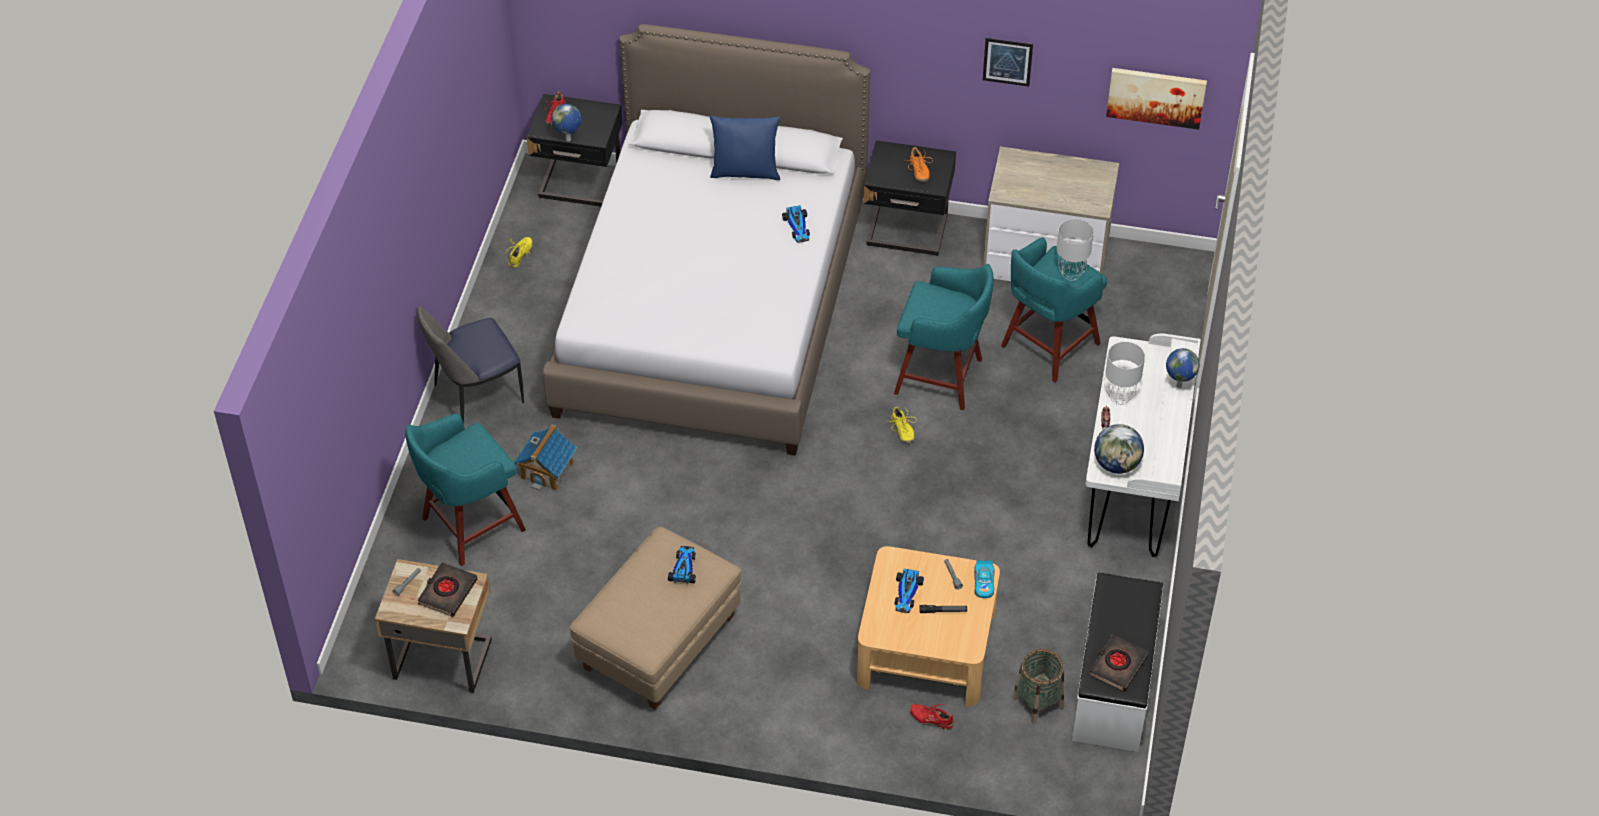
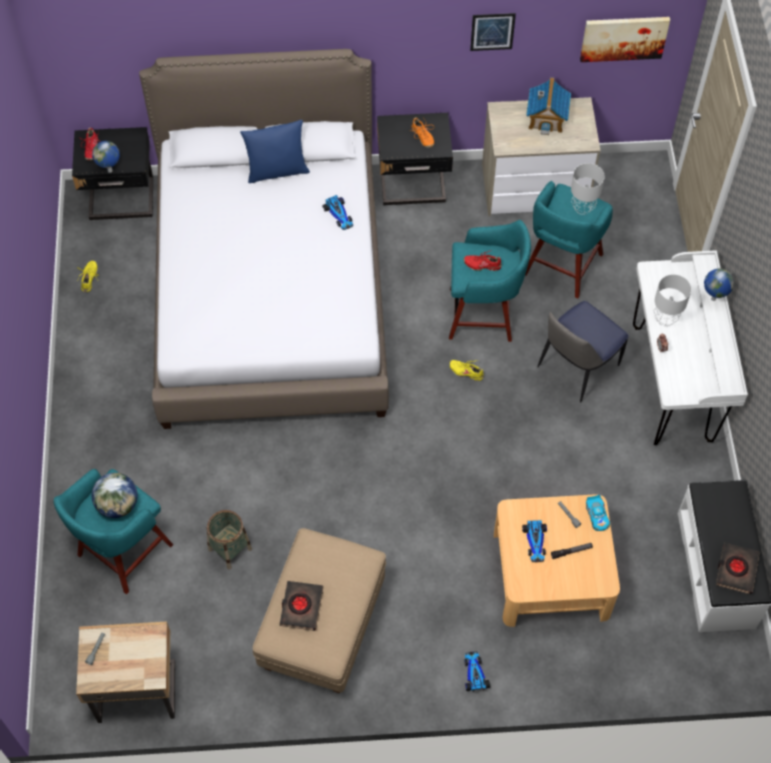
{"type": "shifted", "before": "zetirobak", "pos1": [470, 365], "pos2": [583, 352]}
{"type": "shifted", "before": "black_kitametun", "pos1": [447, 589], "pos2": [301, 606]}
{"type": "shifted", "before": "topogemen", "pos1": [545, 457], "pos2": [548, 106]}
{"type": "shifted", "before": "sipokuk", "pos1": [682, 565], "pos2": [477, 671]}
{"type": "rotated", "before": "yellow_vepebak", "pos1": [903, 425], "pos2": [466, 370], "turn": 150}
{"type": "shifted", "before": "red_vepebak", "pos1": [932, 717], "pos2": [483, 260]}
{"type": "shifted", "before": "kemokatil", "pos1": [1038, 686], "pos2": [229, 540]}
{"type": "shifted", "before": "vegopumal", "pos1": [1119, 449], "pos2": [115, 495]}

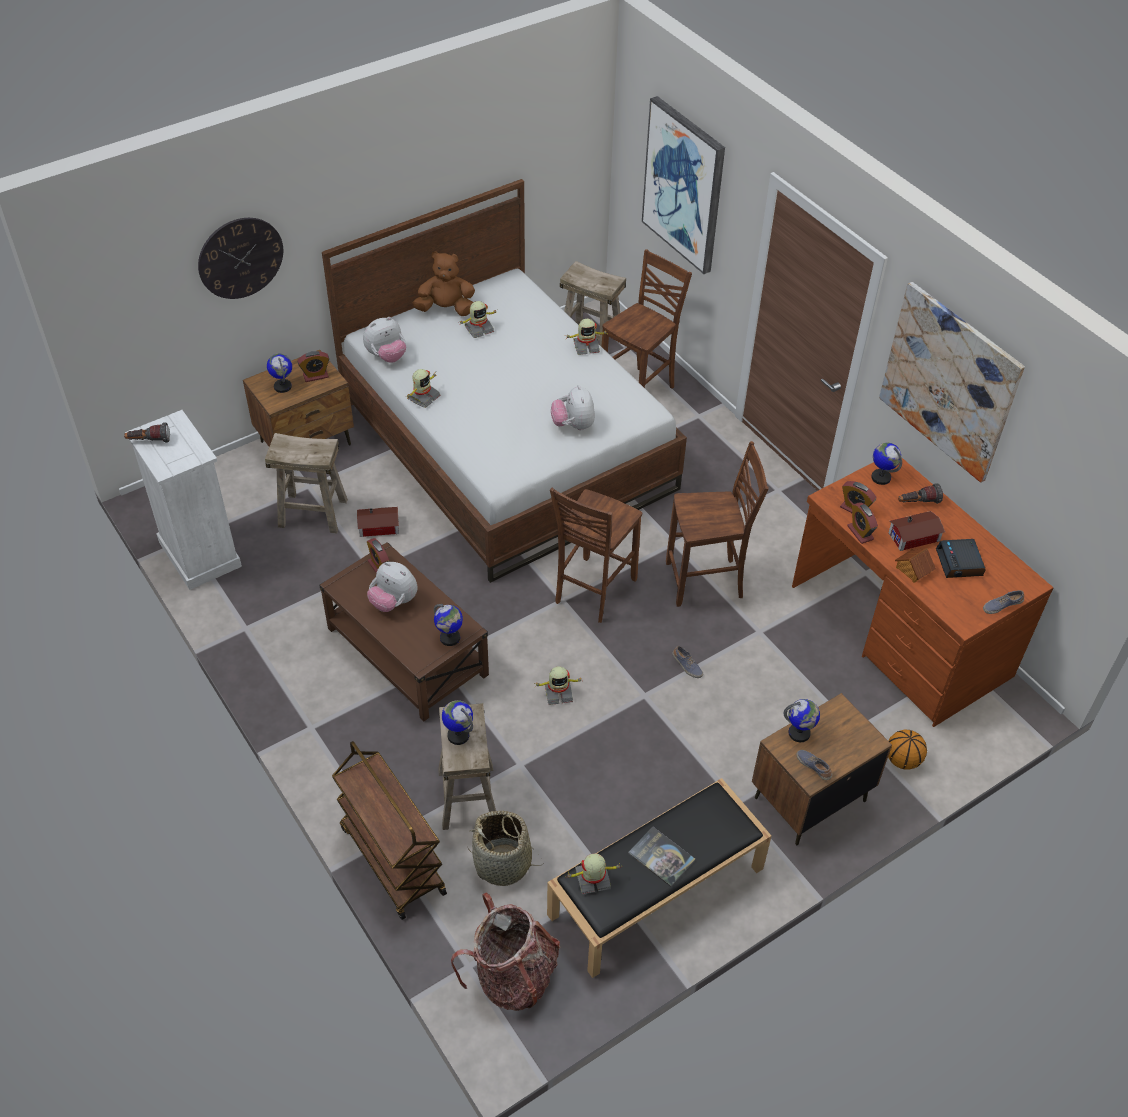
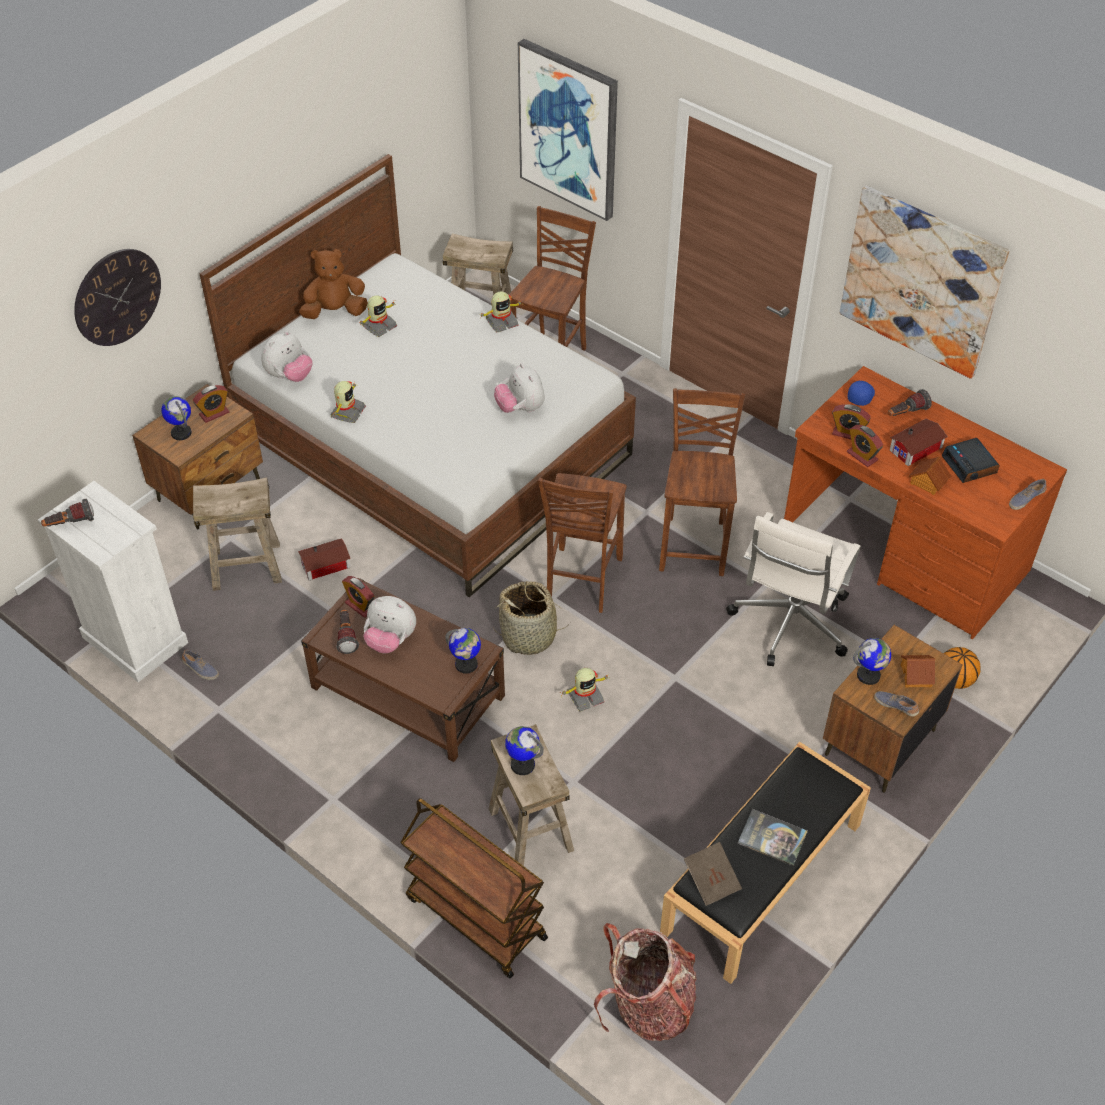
{"type": "shifted", "before": "kemokatil", "pos1": [504, 848], "pos2": [532, 618]}
{"type": "swapped", "before": "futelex", "after": "brown_kitametun", "pos1": [594, 874], "pos2": [713, 874]}
{"type": "rotated", "before": "brown_zetirobak", "pos1": [717, 524], "pos2": [702, 482], "turn": -60}
{"type": "shifted", "before": "vepebak", "pos1": [687, 662], "pos2": [200, 664]}
{"type": "swapped", "before": "vegopumal", "after": "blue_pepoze", "pos1": [886, 464], "pos2": [861, 393]}
{"type": "new", "after": "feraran", "pos2": [347, 631]}
{"type": "new", "after": "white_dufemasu", "pos2": [793, 589]}
{"type": "new", "after": "topogemen", "pos2": [918, 671]}

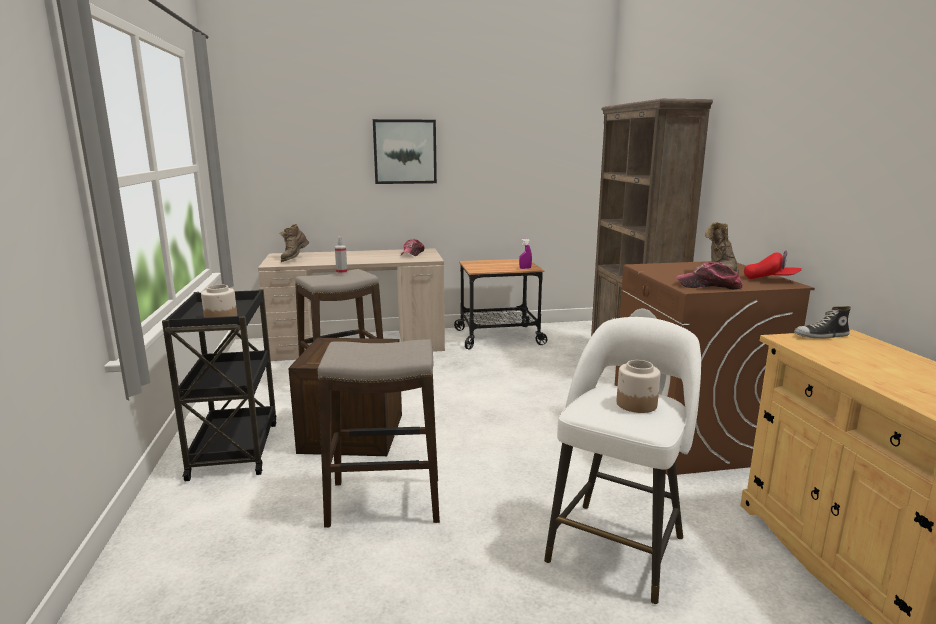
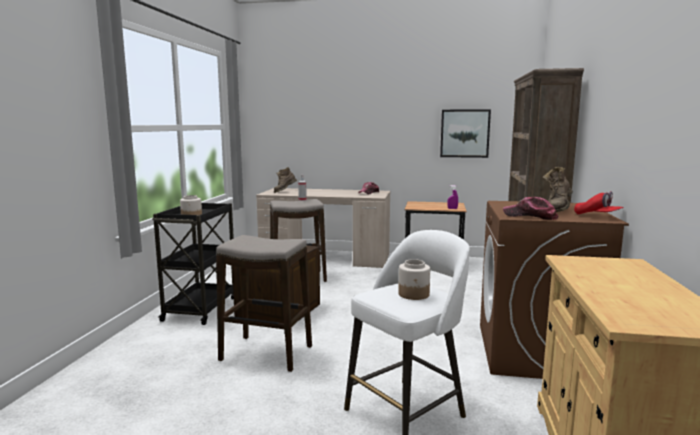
{"type": "shifted", "before": "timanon", "pos1": [405, 151], "pos2": [465, 133]}
{"type": "gone", "before": "vepebak", "pos1": [822, 322]}

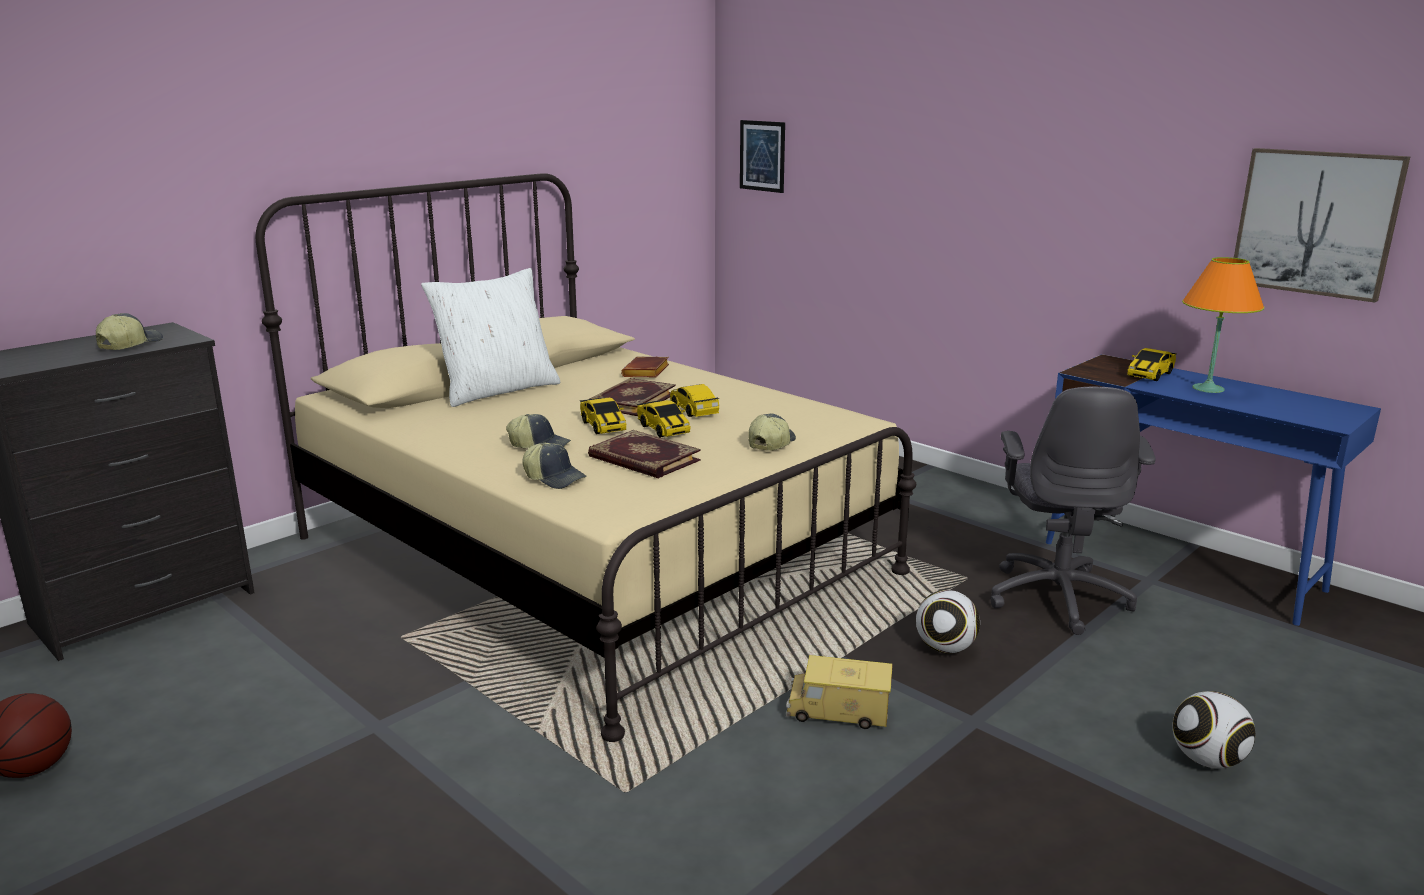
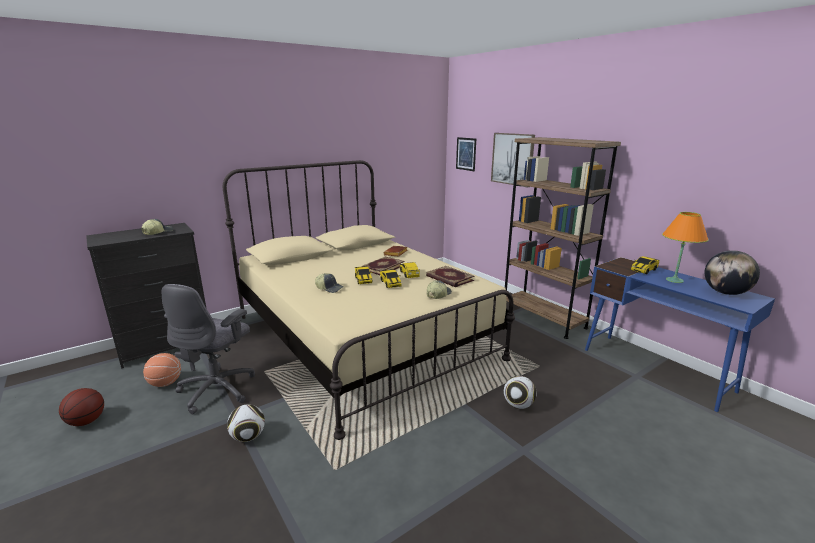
{"type": "gone", "before": "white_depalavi", "pos1": [490, 337]}
{"type": "gone", "before": "pepoze", "pos1": [554, 466]}
{"type": "shifted", "before": "kitametun", "pos1": [644, 454], "pos2": [450, 276]}
{"type": "gone", "before": "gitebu", "pos1": [839, 692]}
{"type": "shifted", "before": "grey_dufemasu", "pos1": [1073, 510], "pos2": [208, 349]}
{"type": "shifted", "before": "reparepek", "pos1": [1214, 730], "pos2": [246, 423]}
{"type": "shifted", "before": "timanon", "pos1": [1322, 225], "pos2": [513, 160]}
{"type": "new", "after": "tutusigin", "pos2": [162, 370]}
{"type": "new", "after": "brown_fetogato", "pos2": [563, 238]}
{"type": "new", "after": "vegopumal", "pos2": [732, 272]}

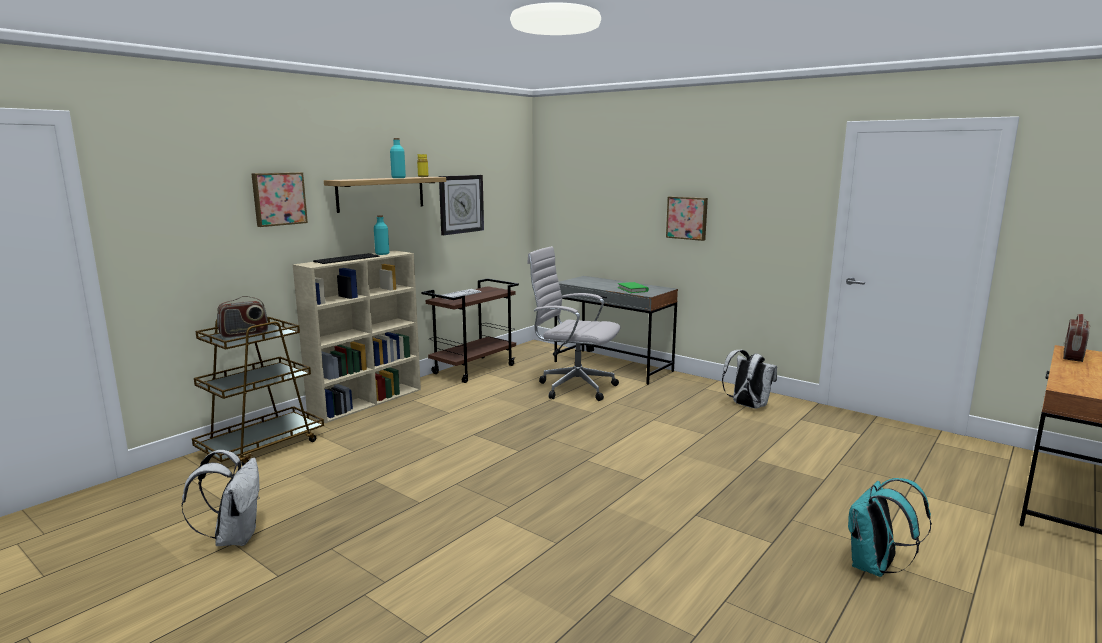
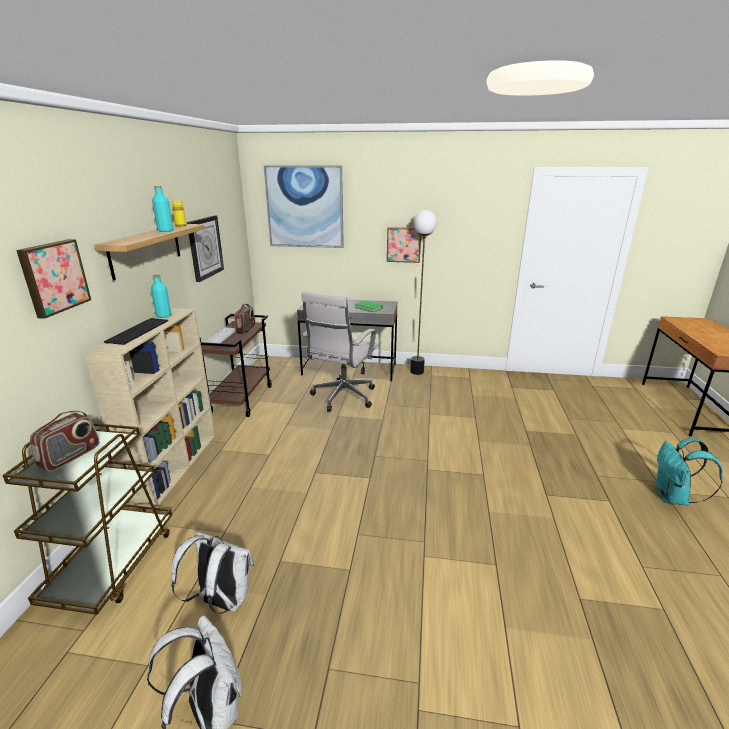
{"type": "rotated", "before": "white_dufemasu", "pos1": [574, 323], "pos2": [340, 351], "turn": -60}
{"type": "shifted", "before": "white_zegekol", "pos1": [749, 379], "pos2": [212, 573]}
{"type": "shifted", "before": "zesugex", "pos1": [1076, 338], "pos2": [244, 319]}
{"type": "new", "after": "timanon", "pos2": [304, 206]}
{"type": "new", "after": "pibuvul", "pos2": [423, 292]}

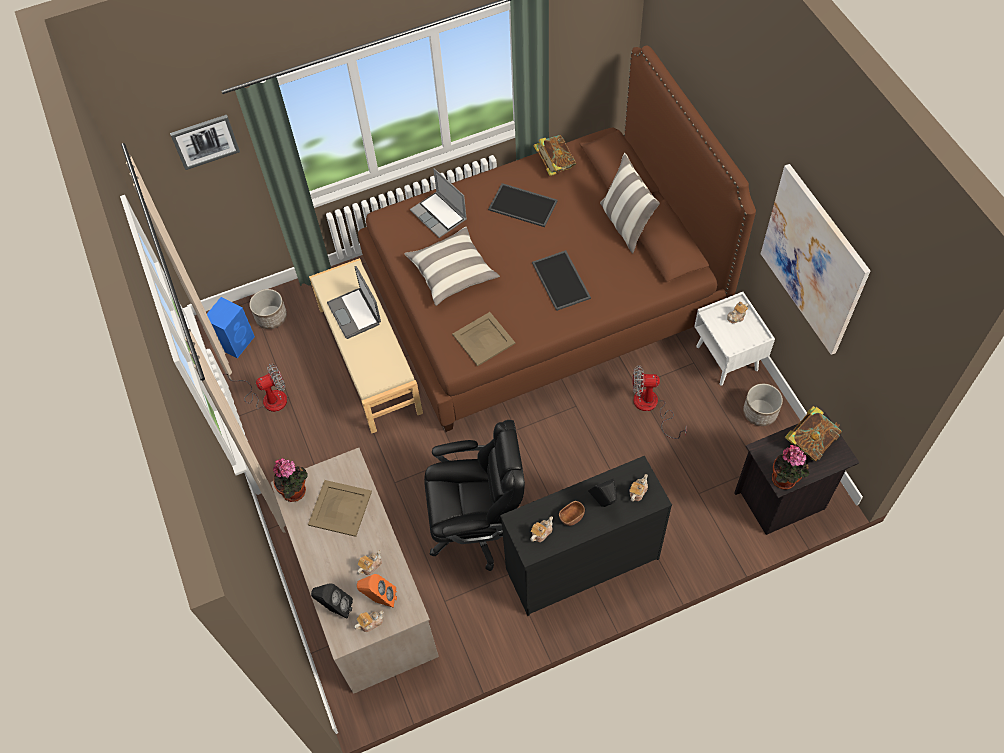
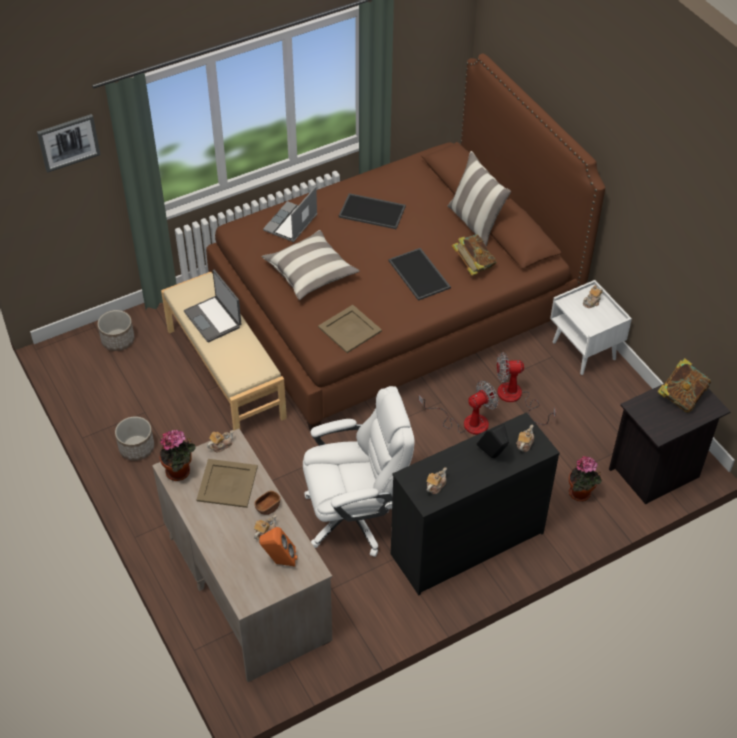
{"type": "gone", "before": "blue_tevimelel", "pos1": [231, 327]}
{"type": "shifted", "before": "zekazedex", "pos1": [255, 387], "pos2": [459, 407]}
{"type": "gone", "before": "black_tevimelel", "pos1": [332, 601]}
{"type": "shifted", "before": "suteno", "pos1": [369, 621], "pos2": [220, 441]}
{"type": "rotated", "before": "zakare", "pos1": [438, 203], "pos2": [290, 214], "turn": 75}
{"type": "repainted", "before": "black_dufemasu", "after": "white_dufemasu", "pos1": [474, 495], "pos2": [359, 471]}
{"type": "shifted", "before": "kitametun", "pos1": [554, 155], "pos2": [474, 255]}
{"type": "shifted", "before": "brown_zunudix", "pos1": [572, 513], "pos2": [267, 503]}
{"type": "shifted", "before": "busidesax", "pos1": [763, 405], "pos2": [134, 438]}
{"type": "gone", "before": "timanon", "pos1": [815, 259]}
{"type": "shifted", "before": "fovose", "pos1": [791, 467], "pos2": [585, 478]}

